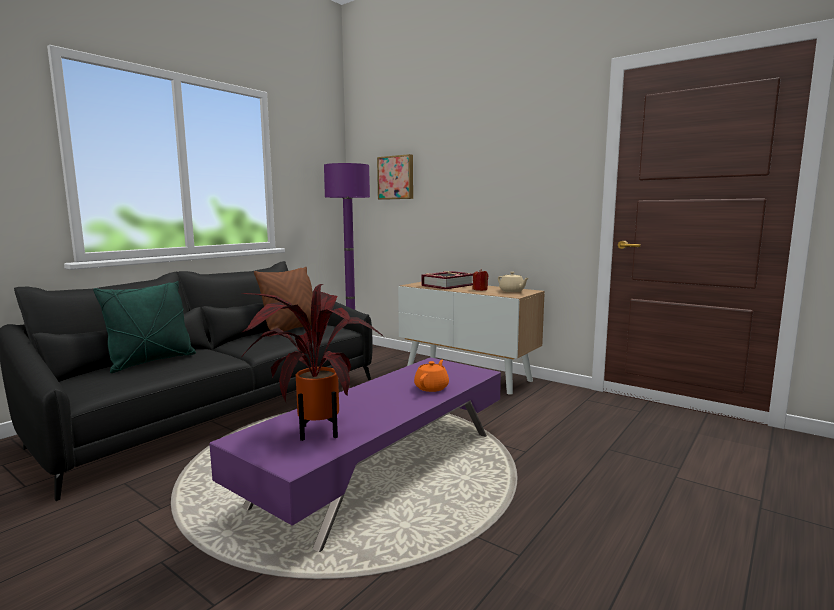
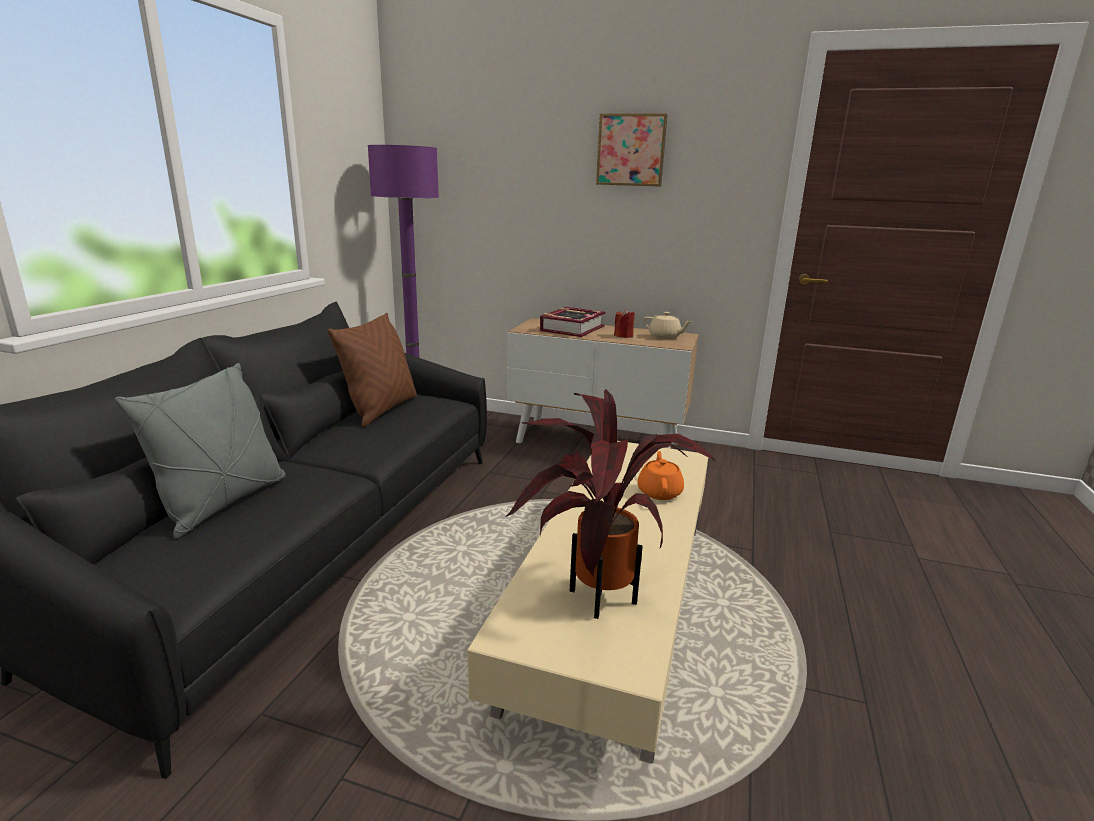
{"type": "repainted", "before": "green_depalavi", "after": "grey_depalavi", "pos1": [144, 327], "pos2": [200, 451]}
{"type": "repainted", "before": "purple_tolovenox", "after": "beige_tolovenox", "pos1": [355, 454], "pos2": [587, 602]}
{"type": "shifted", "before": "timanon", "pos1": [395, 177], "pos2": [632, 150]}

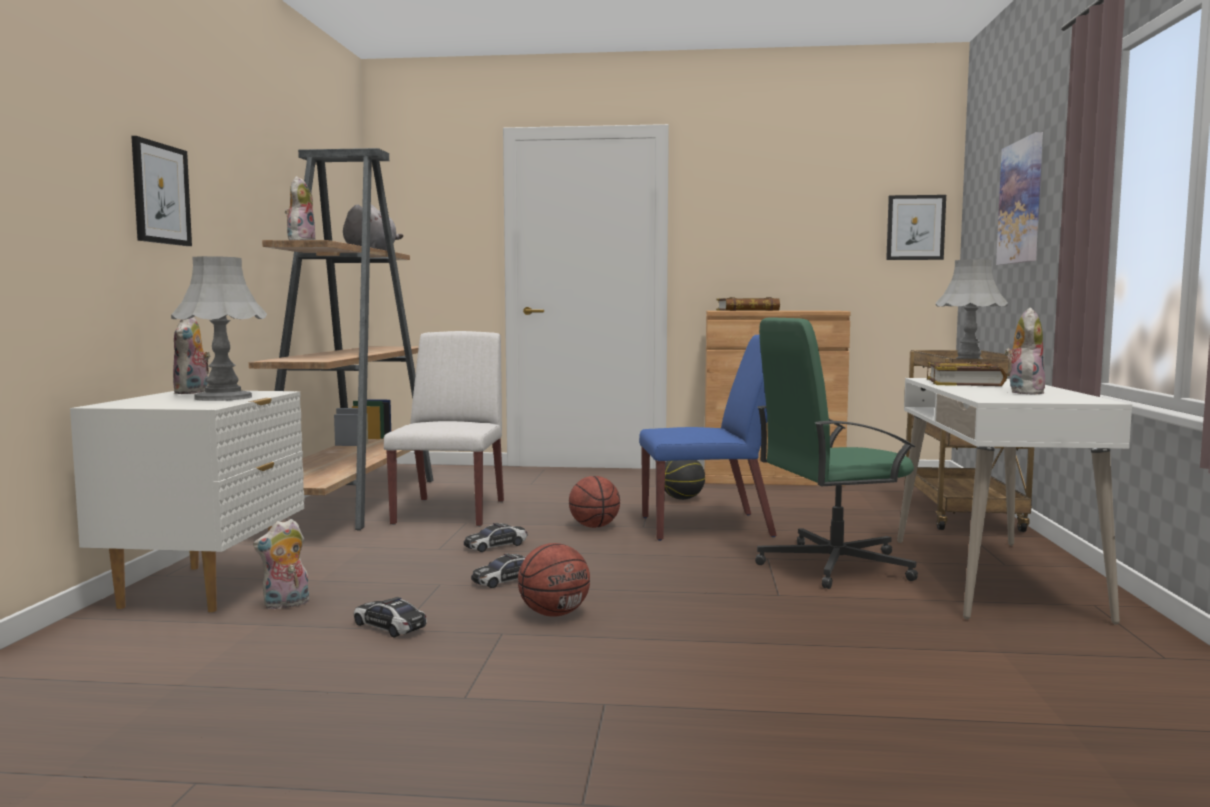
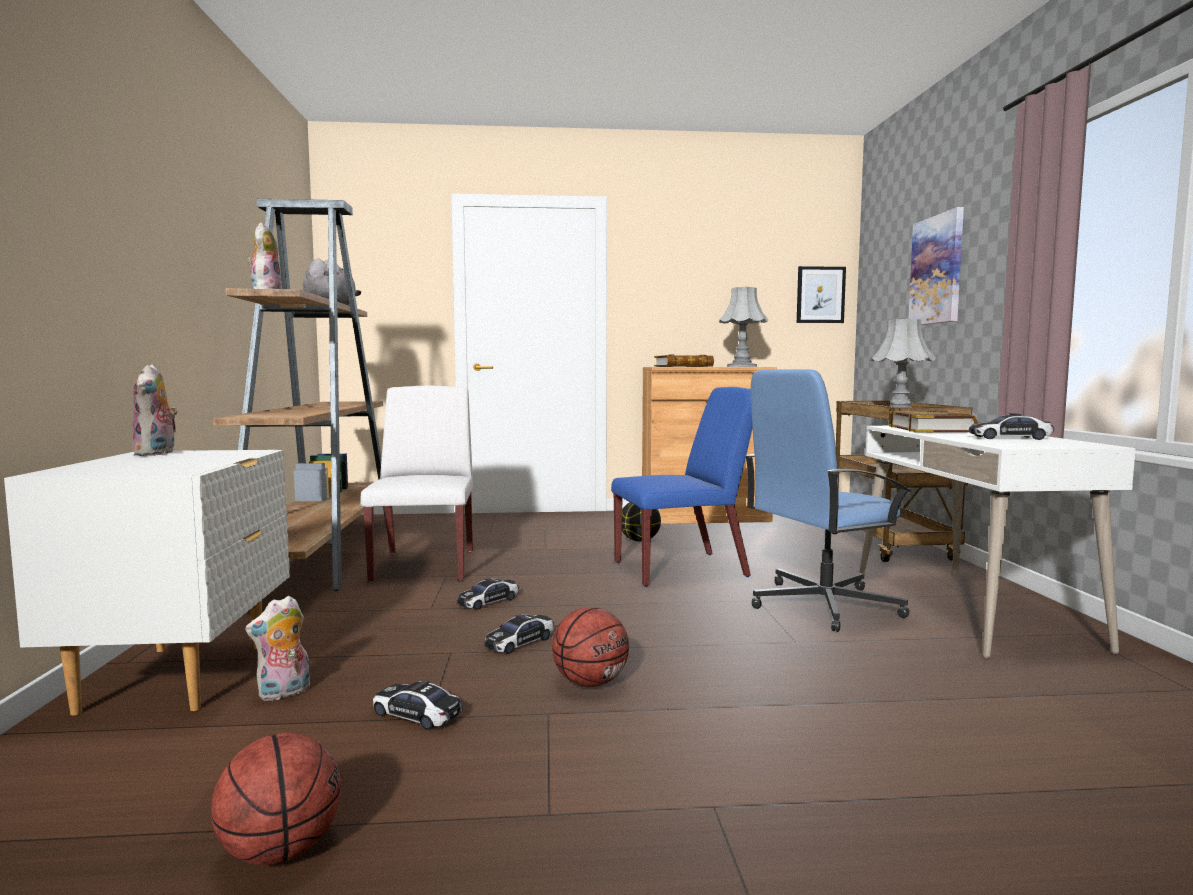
{"type": "gone", "before": "timanon", "pos1": [161, 191]}
{"type": "shifted", "before": "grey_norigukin", "pos1": [219, 328], "pos2": [744, 327]}
{"type": "shifted", "before": "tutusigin", "pos1": [594, 502], "pos2": [276, 798]}
{"type": "repainted", "before": "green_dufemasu", "after": "blue_dufemasu", "pos1": [836, 453], "pos2": [828, 500]}
{"type": "swapped", "before": "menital", "after": "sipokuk", "pos1": [1025, 351], "pos2": [1011, 426]}

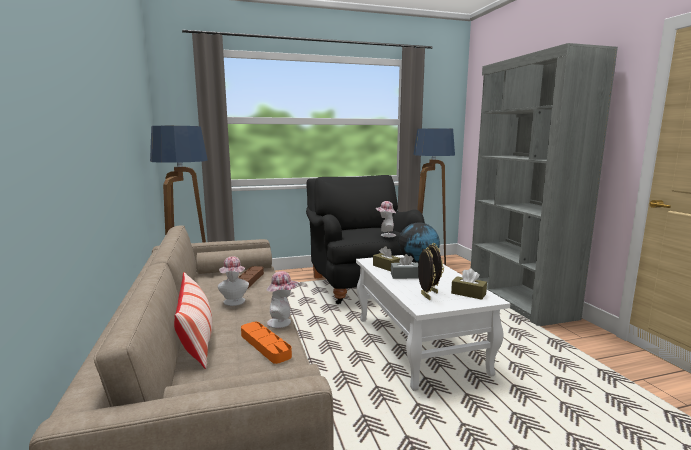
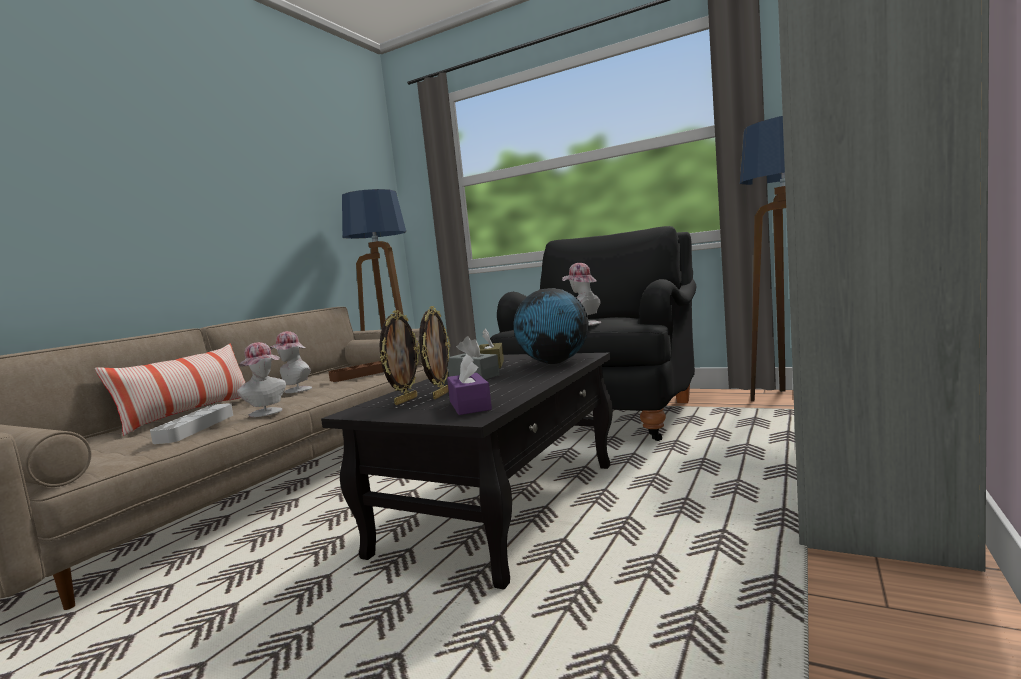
{"type": "repainted", "before": "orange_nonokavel", "after": "grey_nonokavel", "pos1": [266, 343], "pos2": [191, 423]}
{"type": "repainted", "before": "white_tolovenox", "after": "black_tolovenox", "pos1": [433, 323], "pos2": [467, 471]}
{"type": "repainted", "before": "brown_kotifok", "after": "purple_kotifok", "pos1": [469, 284], "pos2": [469, 384]}

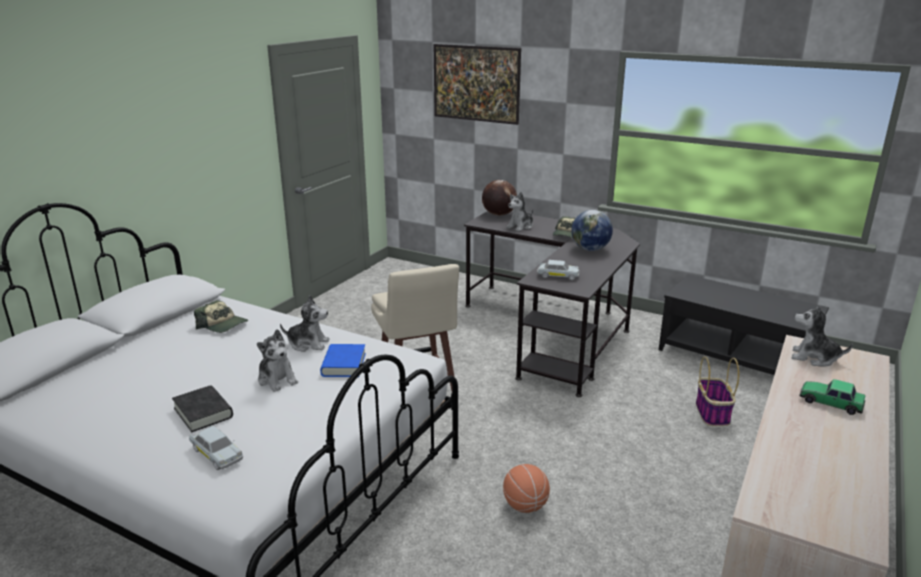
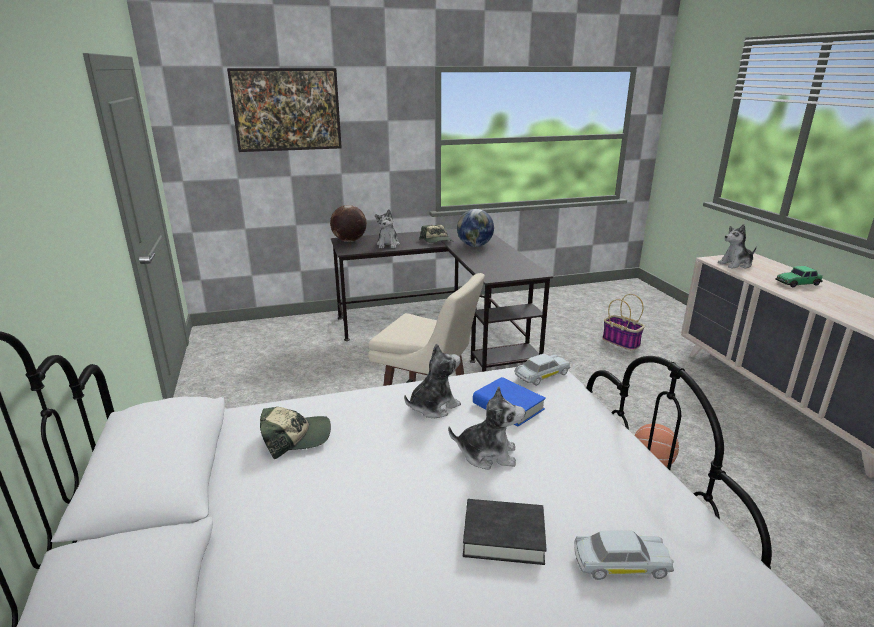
{"type": "shifted", "before": "white_sipokuk", "pos1": [558, 270], "pos2": [542, 370]}
{"type": "gone", "before": "black_tolovenox", "pos1": [744, 325]}

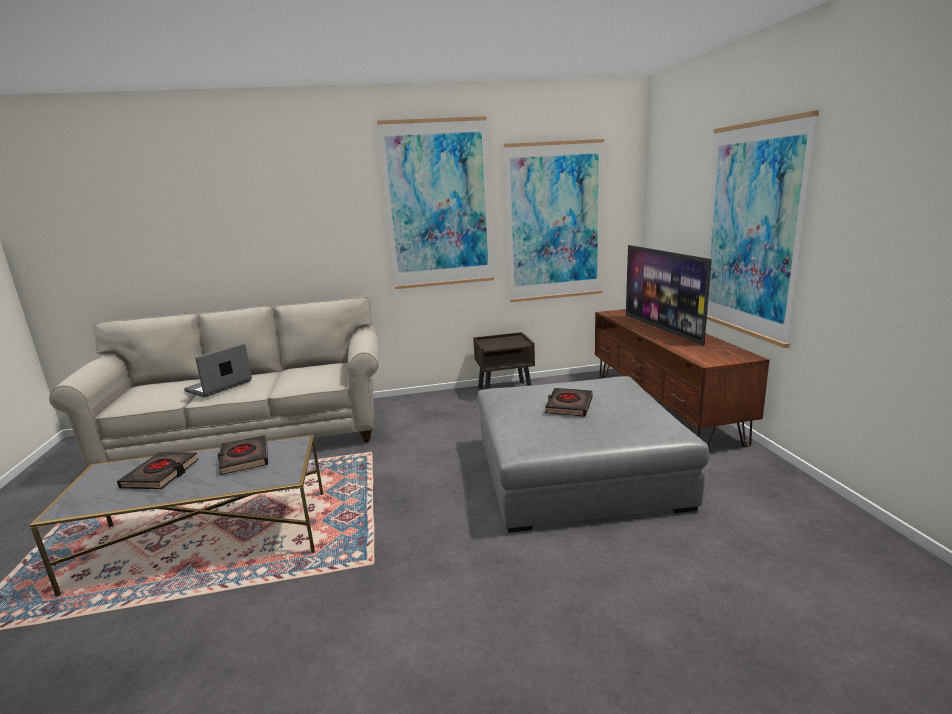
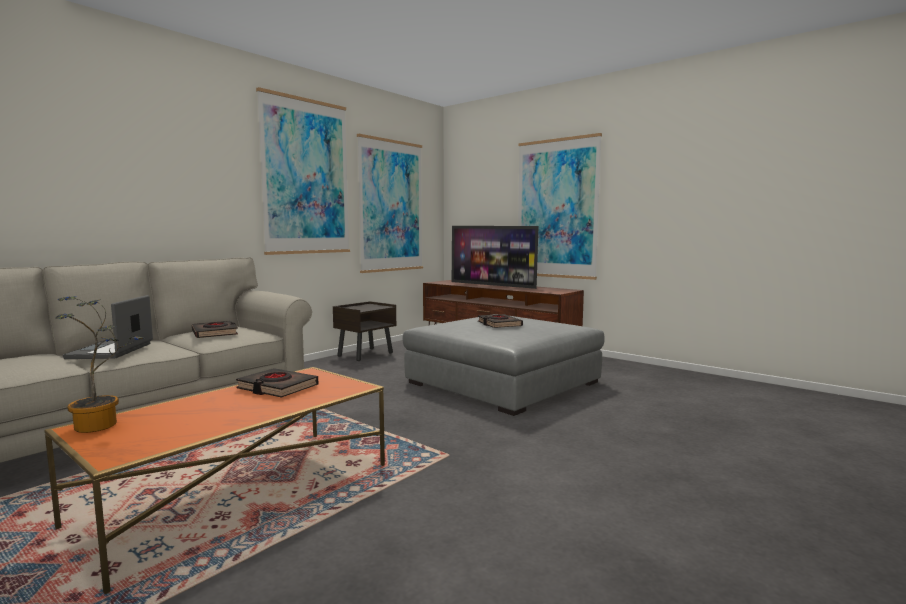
{"type": "repainted", "before": "grey_tolovenox", "after": "orange_tolovenox", "pos1": [176, 515], "pos2": [215, 480]}
{"type": "shifted", "before": "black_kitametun", "pos1": [158, 470], "pos2": [215, 329]}
{"type": "new", "after": "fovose", "pos2": [99, 364]}

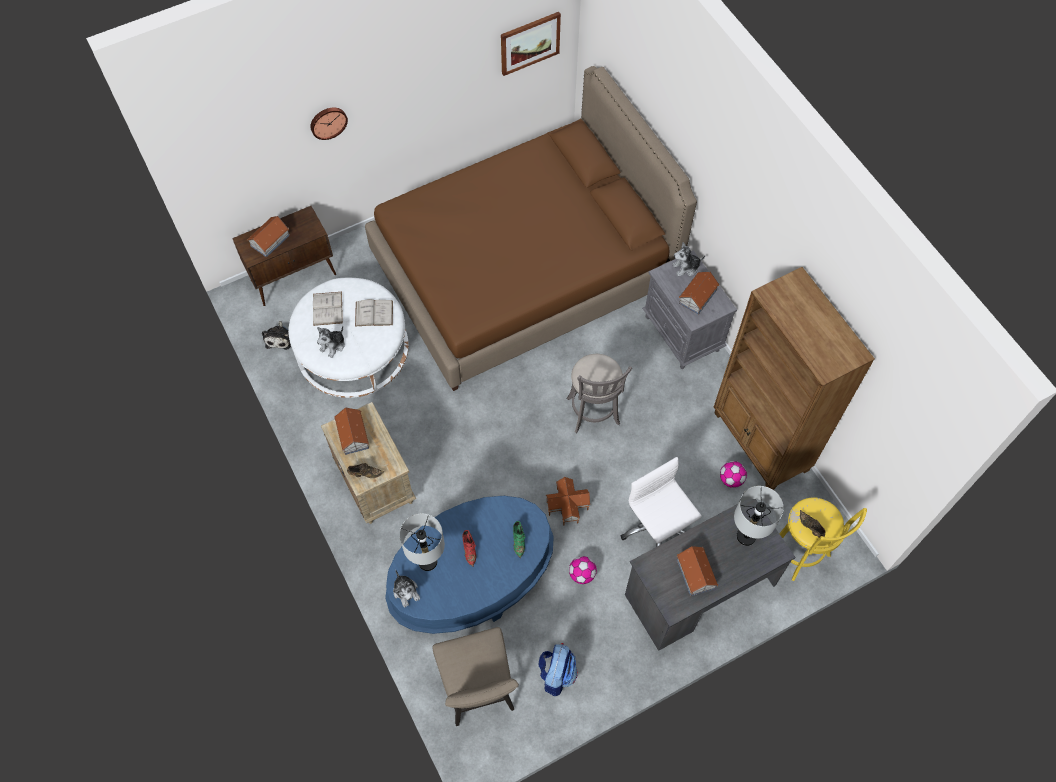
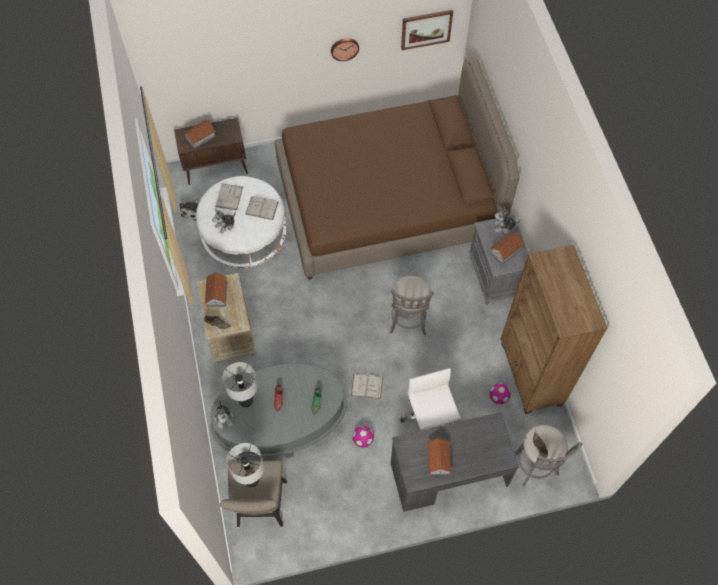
{"type": "shifted", "before": "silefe", "pos1": [329, 123], "pos2": [345, 49]}
{"type": "repainted", "before": "blue_tolovenox", "after": "grey_tolovenox", "pos1": [469, 565], "pos2": [279, 410]}
{"type": "gone", "before": "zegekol", "pos1": [558, 669]}
{"type": "swapped", "before": "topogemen", "after": "white_kitametun", "pos1": [568, 501], "pos2": [367, 386]}
{"type": "shifted", "before": "grey_norigukin", "pos1": [759, 516], "pos2": [245, 465]}
{"type": "repainted", "before": "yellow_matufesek", "after": "grey_matufesek", "pos1": [823, 539], "pos2": [549, 456]}

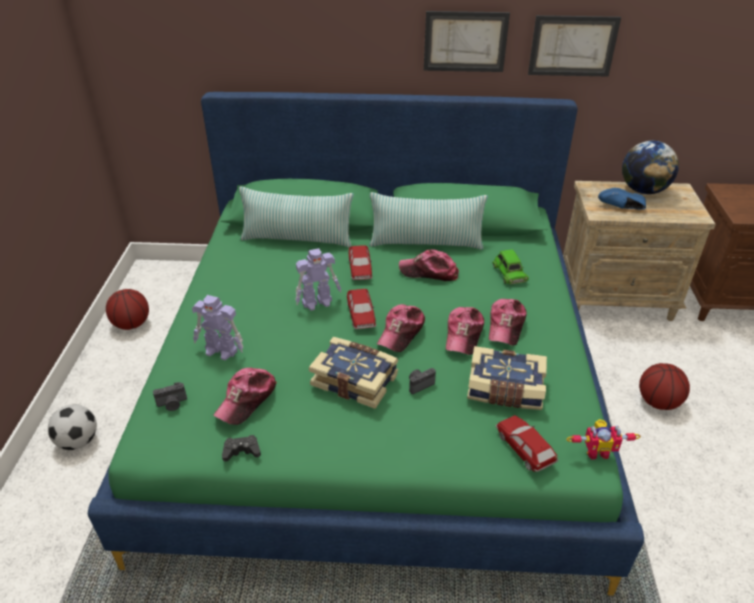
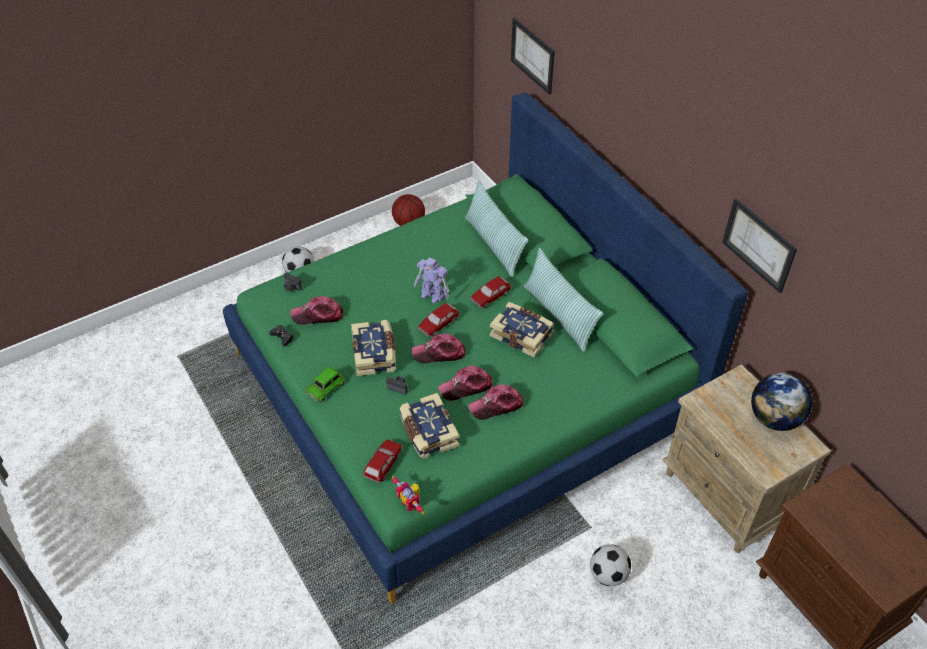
{"type": "gone", "before": "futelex", "pos1": [217, 327]}
{"type": "swapped", "before": "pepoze", "after": "kitametun", "pos1": [429, 265], "pos2": [522, 330]}
{"type": "shifted", "before": "timanon", "pos1": [467, 41], "pos2": [533, 56]}
{"type": "shifted", "before": "green_sipokuk", "pos1": [510, 267], "pos2": [325, 384]}
{"type": "gone", "before": "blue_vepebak", "pos1": [622, 199]}
{"type": "swapped", "before": "tutusigin", "after": "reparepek", "pos1": [664, 386], "pos2": [610, 565]}

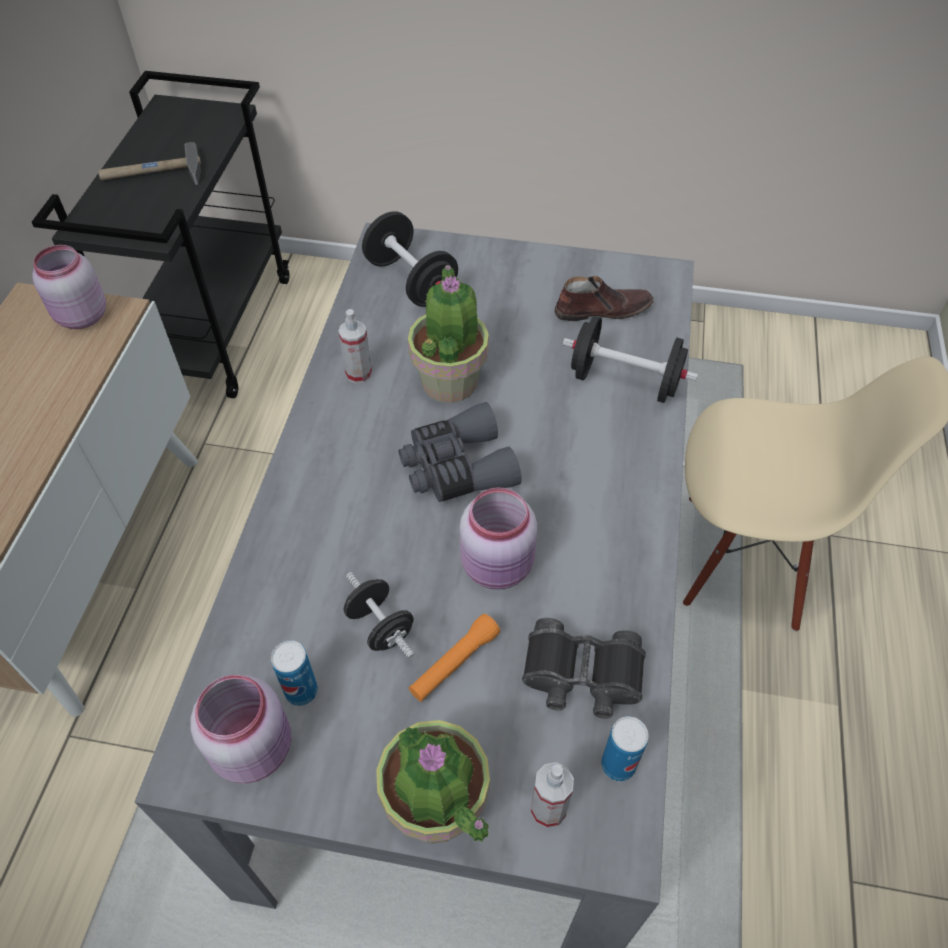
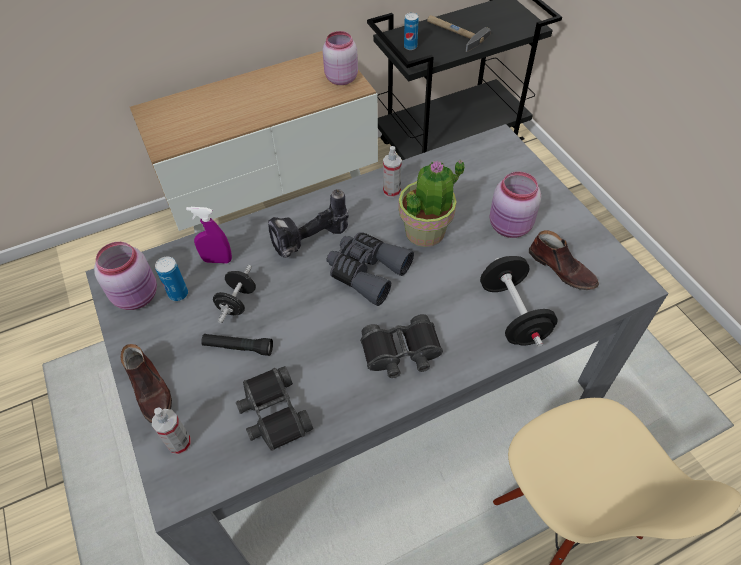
{"type": "gone", "before": "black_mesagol", "pos1": [410, 259]}
{"type": "swapped", "before": "fovose", "after": "brown_vepebak", "pos1": [433, 782], "pos2": [146, 383]}
{"type": "repainted", "before": "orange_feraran", "after": "black_feraran", "pos1": [454, 658], "pos2": [237, 345]}
{"type": "shifted", "before": "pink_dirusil", "pos1": [498, 538], "pos2": [515, 205]}
{"type": "shifted", "before": "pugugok", "pos1": [624, 748], "pos2": [411, 31]}
{"type": "new", "after": "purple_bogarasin", "pos2": [209, 235]}
{"type": "new", "after": "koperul", "pos2": [308, 223]}
{"type": "new", "after": "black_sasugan", "pos2": [401, 346]}

